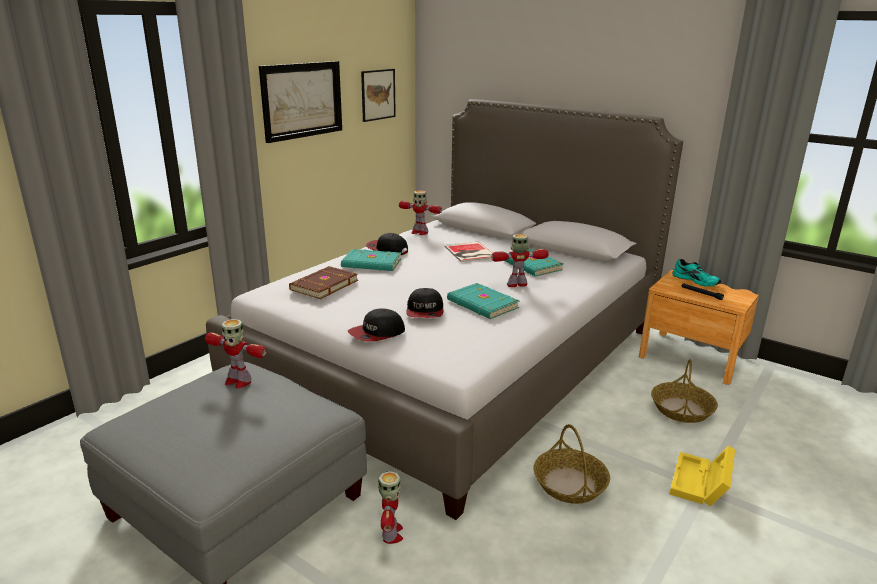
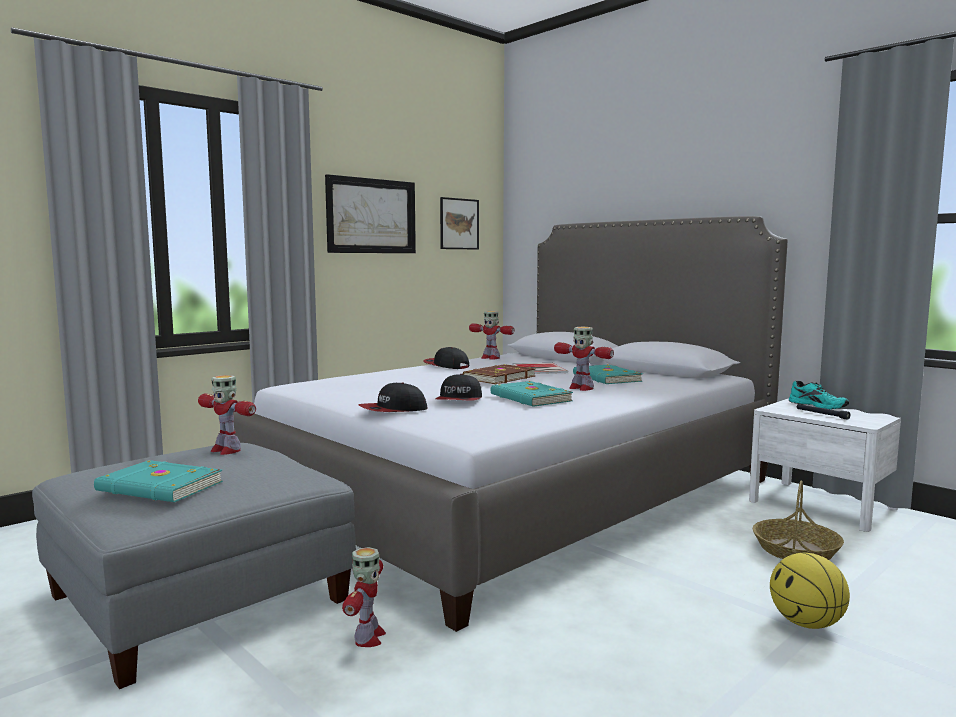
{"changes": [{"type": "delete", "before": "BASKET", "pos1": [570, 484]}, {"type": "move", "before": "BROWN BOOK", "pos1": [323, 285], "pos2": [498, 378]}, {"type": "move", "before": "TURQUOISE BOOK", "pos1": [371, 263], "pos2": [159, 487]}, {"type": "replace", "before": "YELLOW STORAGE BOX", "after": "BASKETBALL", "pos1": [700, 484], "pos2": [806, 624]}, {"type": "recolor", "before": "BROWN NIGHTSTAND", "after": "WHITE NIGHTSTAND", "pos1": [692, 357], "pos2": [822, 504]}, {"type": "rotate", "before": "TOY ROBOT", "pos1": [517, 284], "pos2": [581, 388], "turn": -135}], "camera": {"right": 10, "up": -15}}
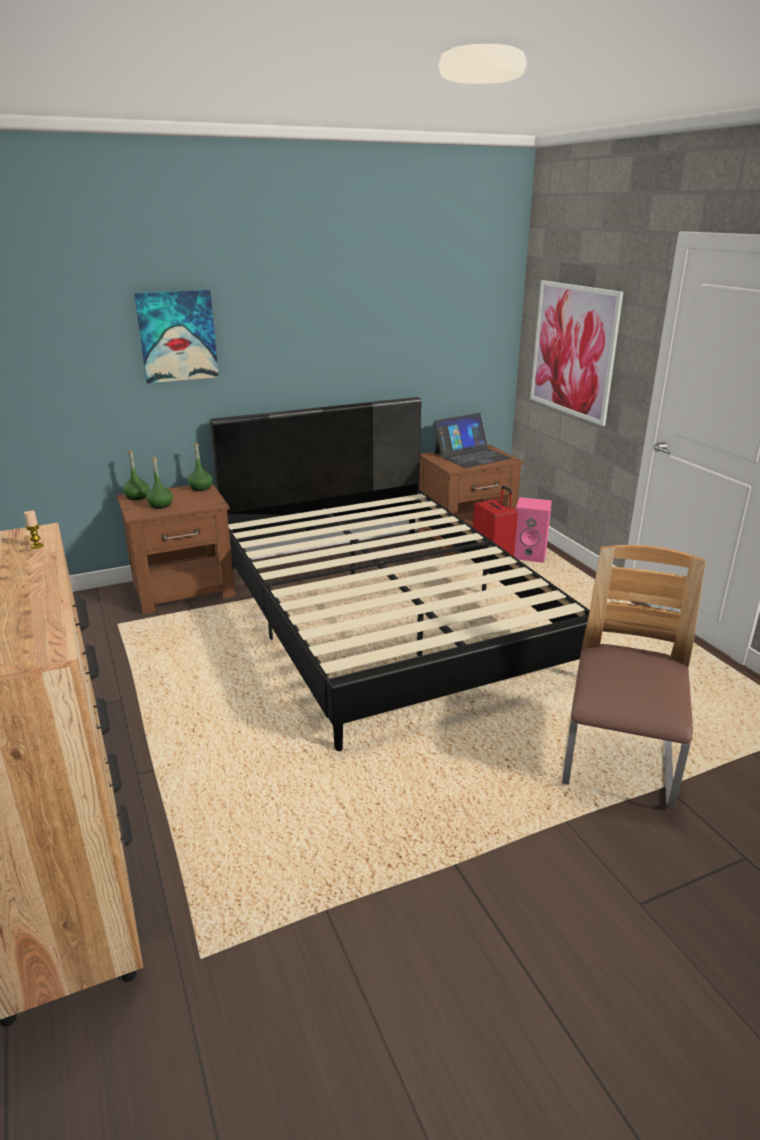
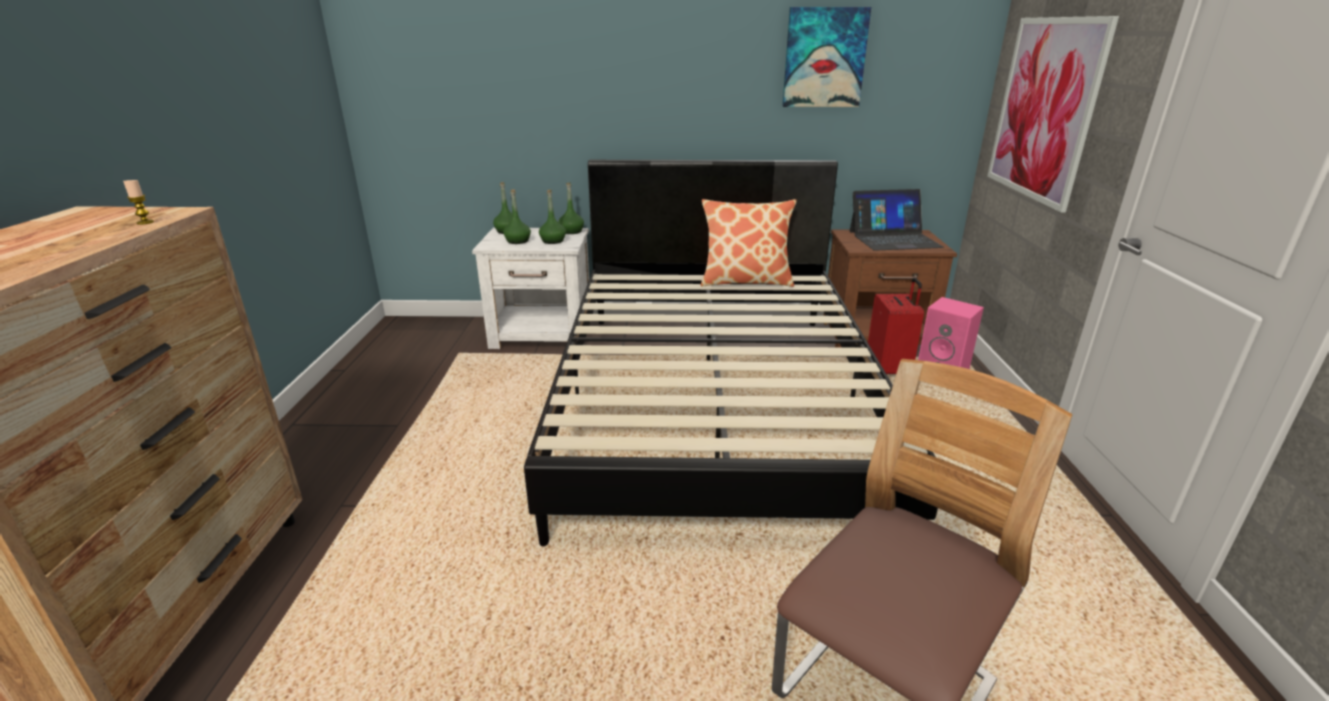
{"changes": [{"type": "insert", "after": "GREEN BOTTLE", "pos2": [553, 241]}, {"type": "insert", "after": "PILLOW", "pos2": [745, 281]}, {"type": "move", "before": "PICTURE", "pos1": [177, 336], "pos2": [824, 58]}, {"type": "recolor", "before": "BROWN NIGHTSTAND", "after": "WHITE NIGHTSTAND", "pos1": [185, 590], "pos2": [543, 334]}], "camera": {"right": 25, "up": 0}}
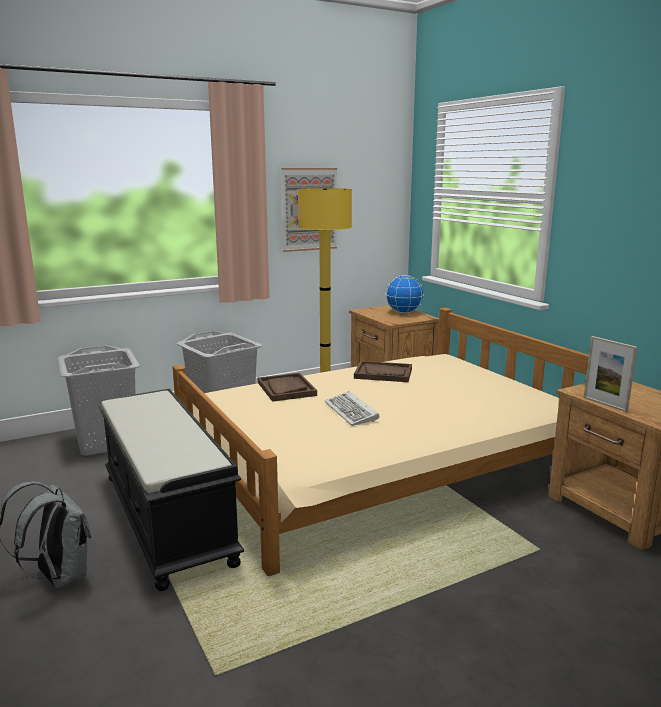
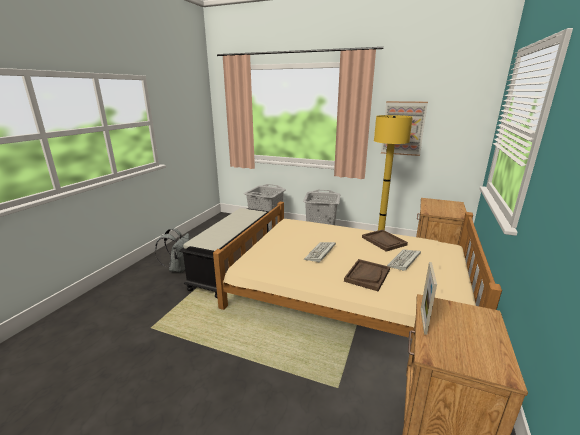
{"changes": [{"type": "delete", "before": "GLOBE", "pos1": [404, 312]}, {"type": "insert", "after": "KEYBOARD", "pos2": [404, 261]}, {"type": "move", "before": "BROWN TRAY", "pos1": [286, 389], "pos2": [367, 275]}], "camera": {"right": 50, "up": 5}}
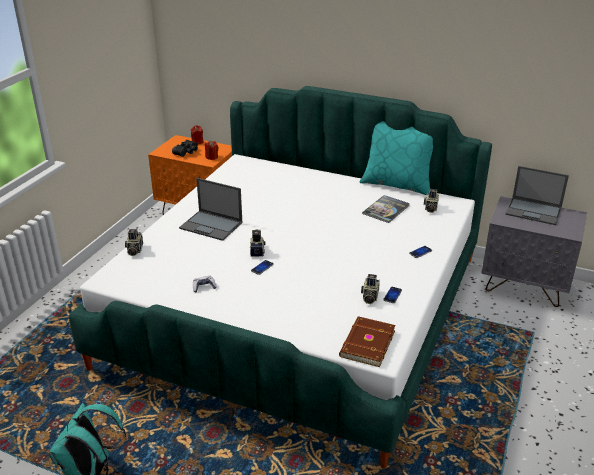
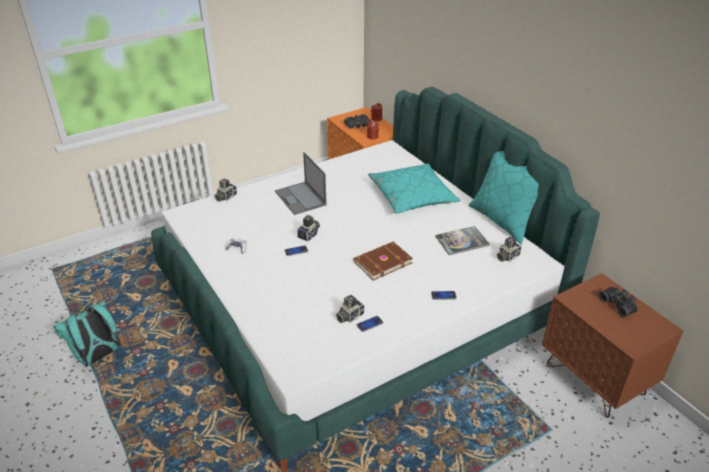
{"changes": [{"type": "insert", "after": "TURQUOISE PILLOW", "pos2": [412, 196]}, {"type": "move", "before": "BROWN BOOK", "pos1": [366, 343], "pos2": [382, 262]}, {"type": "replace", "before": "LAPTOP", "after": "BLACK BINOCULARS", "pos1": [534, 211], "pos2": [619, 304]}, {"type": "recolor", "before": "GREY NIGHTSTAND", "after": "BROWN NIGHTSTAND", "pos1": [525, 286], "pos2": [595, 380]}], "camera": {"right": 35, "up": 5}}
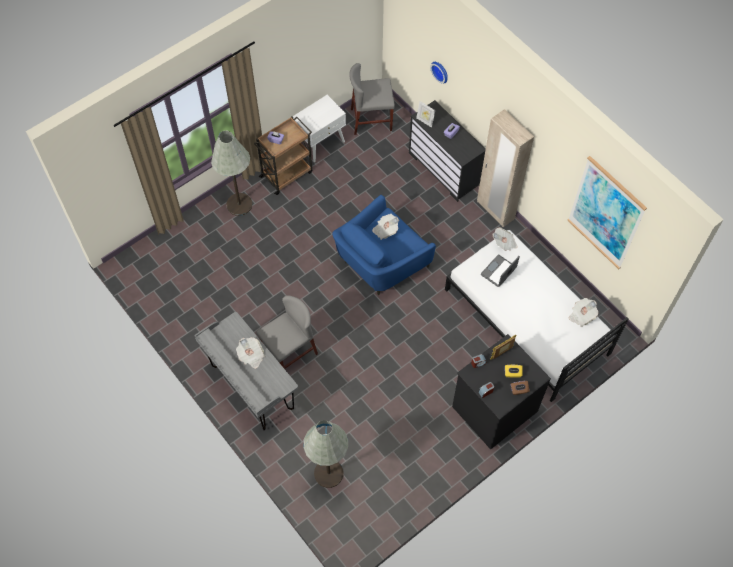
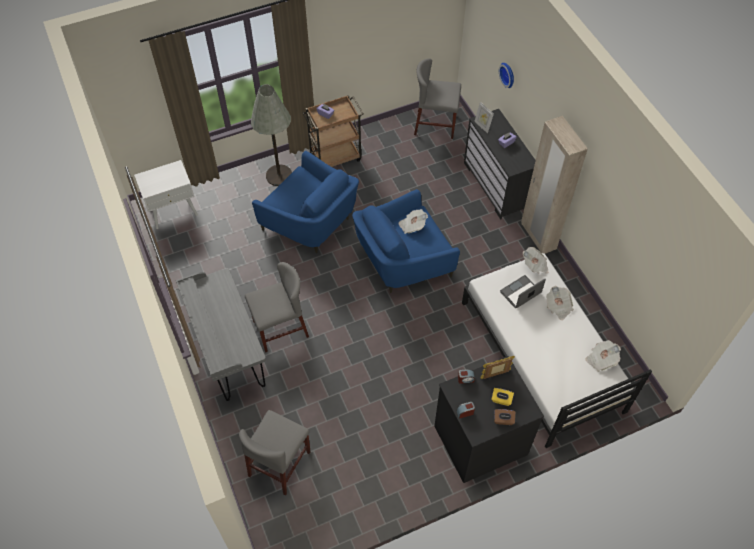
{"changes": [{"type": "delete", "before": "PICTURE", "pos1": [605, 213]}, {"type": "insert", "after": "BLUE ARMCHAIR", "pos2": [311, 223]}, {"type": "move", "before": "NEWSPAPER", "pos1": [251, 356], "pos2": [558, 307]}, {"type": "move", "before": "WHITE NIGHTSTAND", "pos1": [321, 142], "pos2": [173, 210]}, {"type": "replace", "before": "GREY FLOOR LAMP", "after": "GREY CHAIR", "pos1": [328, 473], "pos2": [279, 463]}], "camera": {"right": 15, "up": -5}}
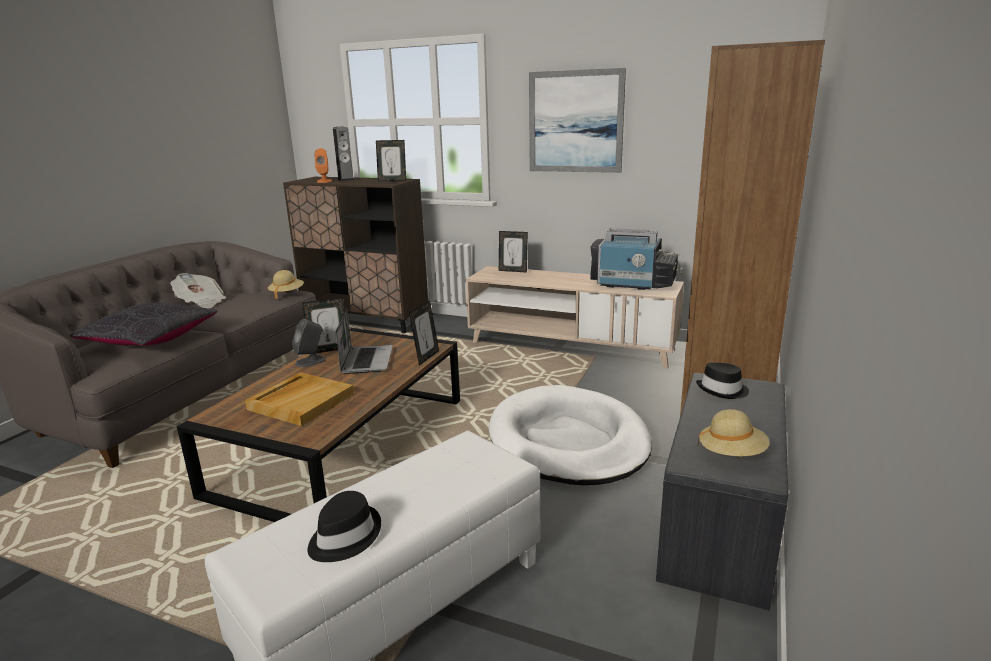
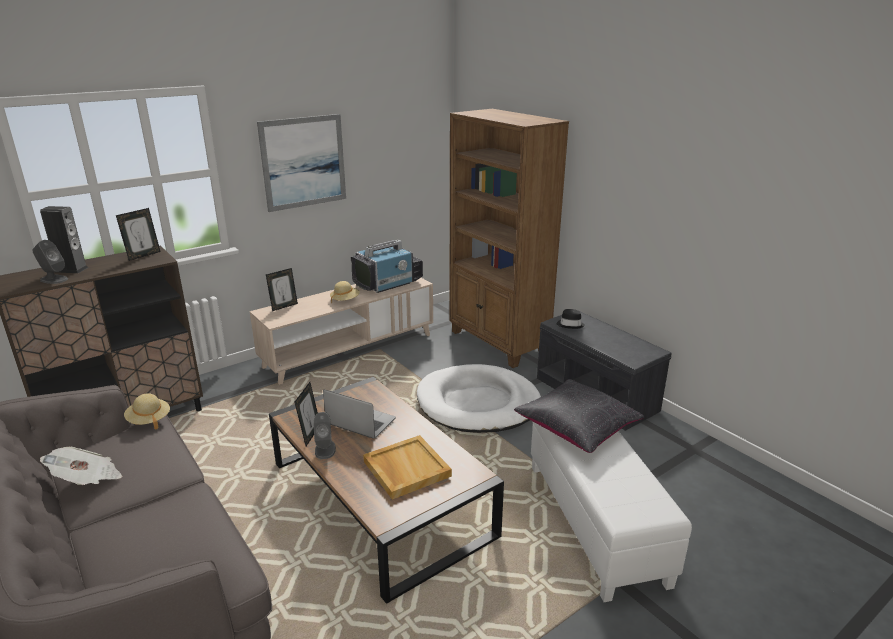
{"changes": [{"type": "delete", "before": "BLACK HAT", "pos1": [344, 537]}, {"type": "delete", "before": "PICTURE FRAME", "pos1": [426, 357]}, {"type": "move", "before": "BLACK PILLOW", "pos1": [150, 339], "pos2": [577, 427]}, {"type": "move", "before": "BEIGE HAT", "pos1": [732, 453], "pos2": [345, 300]}, {"type": "recolor", "before": "ORANGE SPEAKER", "after": "GREY SPEAKER", "pos1": [324, 181], "pos2": [53, 279]}], "camera": {"right": -60, "up": 5}}
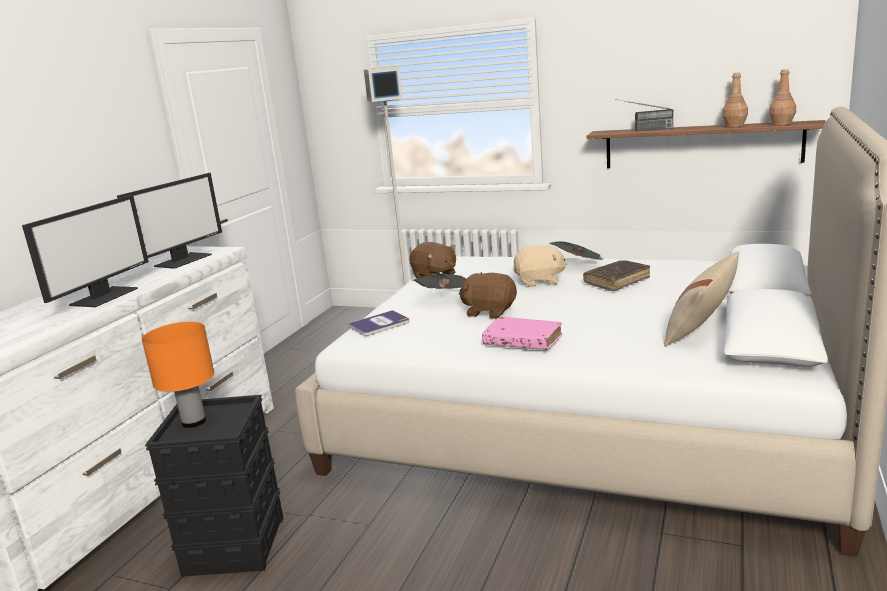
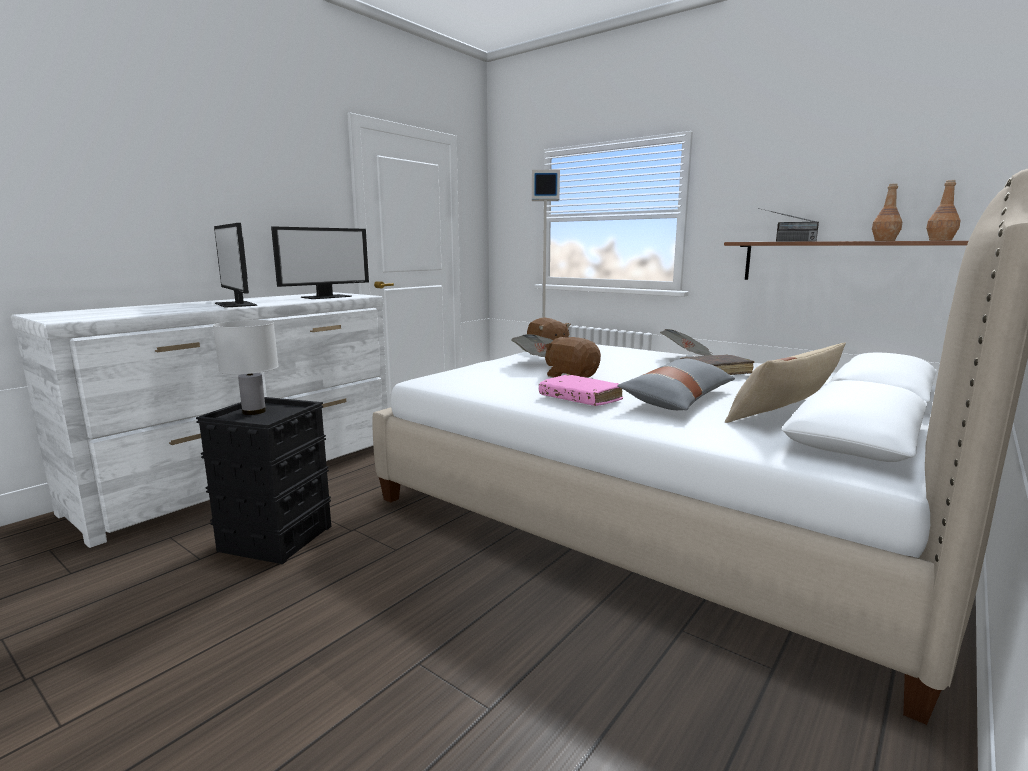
{"changes": [{"type": "delete", "before": "BOOK", "pos1": [379, 324]}, {"type": "delete", "before": "BEIGE PLUSH TOY", "pos1": [539, 281]}, {"type": "insert", "after": "GREY PILLOW", "pos2": [678, 399]}, {"type": "recolor", "before": "ORANGE TABLE LAMP", "after": "WHITE TABLE LAMP", "pos1": [194, 421], "pos2": [254, 411]}, {"type": "rotate", "before": "MONITOR", "pos1": [104, 296], "pos2": [237, 304], "turn": 105}], "camera": {"right": 15, "up": -5}}
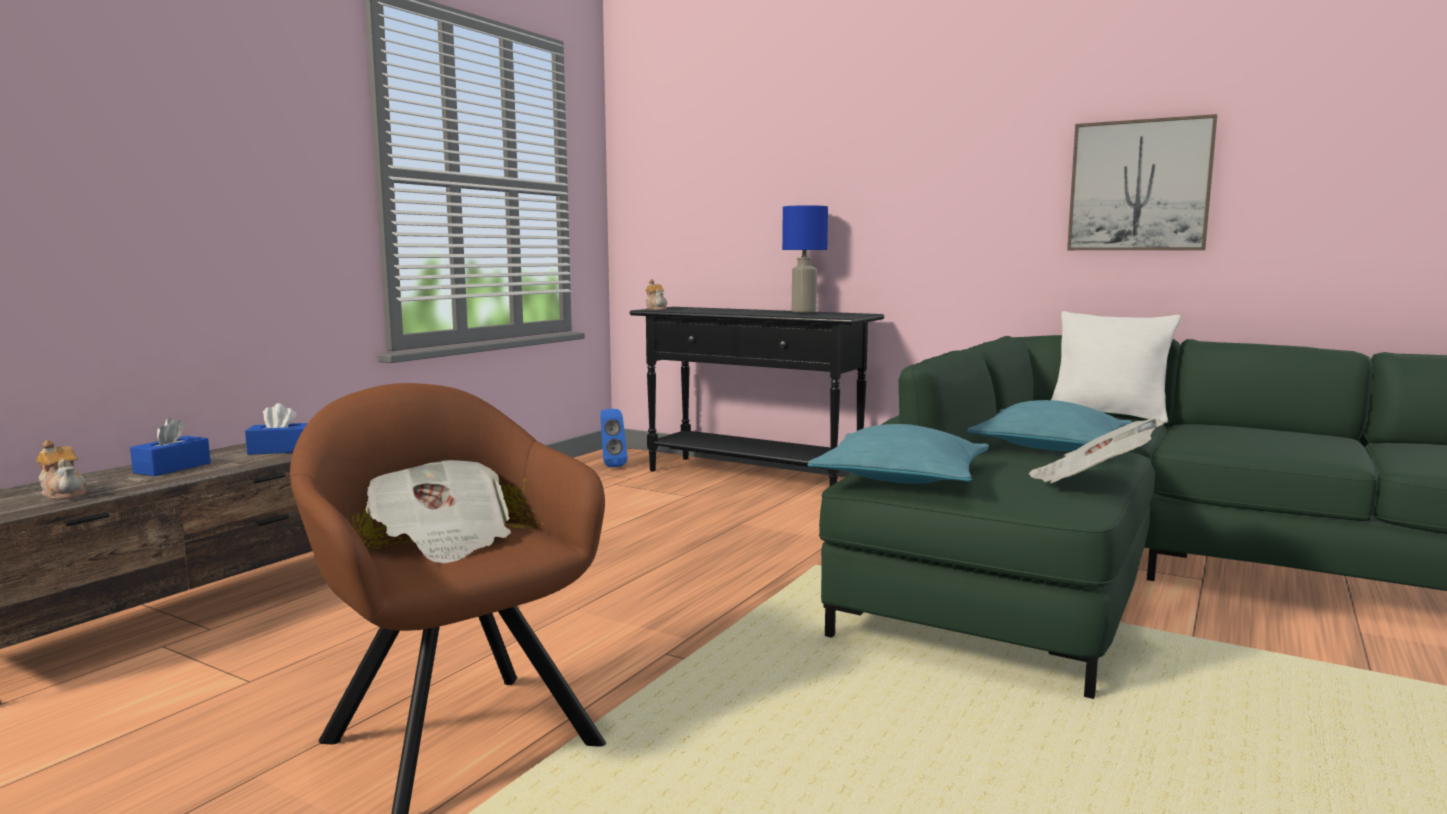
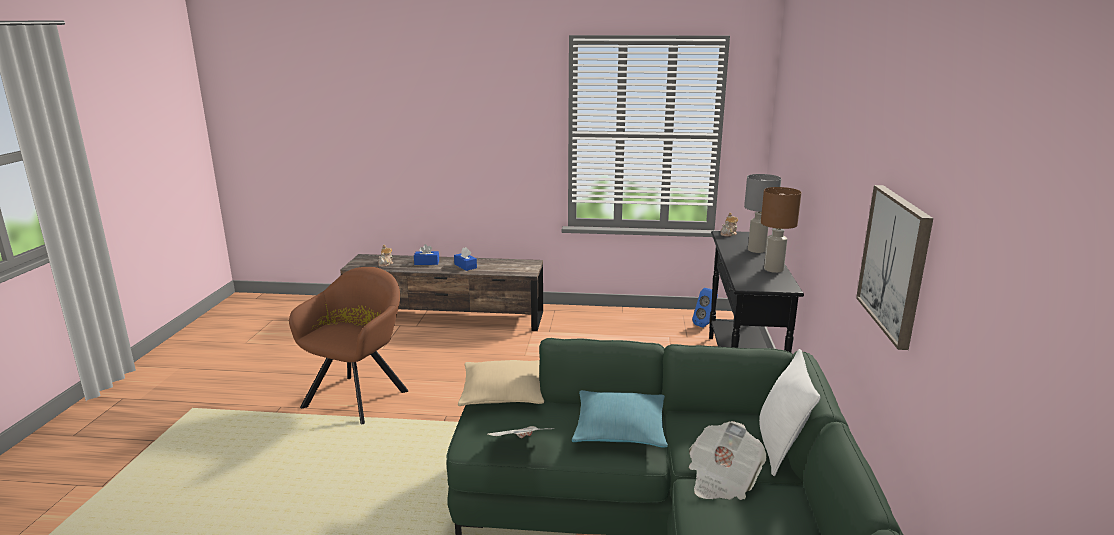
{"changes": [{"type": "insert", "after": "GREY TABLE LAMP", "pos2": [756, 250]}, {"type": "move", "before": "NEWSPAPER", "pos1": [441, 540], "pos2": [722, 479]}, {"type": "recolor", "before": "BLUE TABLE LAMP", "after": "BROWN TABLE LAMP", "pos1": [804, 312], "pos2": [773, 270]}, {"type": "recolor", "before": "TURQUOISE PILLOW", "after": "BEIGE PILLOW", "pos1": [901, 478], "pos2": [502, 393]}], "camera": {"right": 65, "up": 10}}
